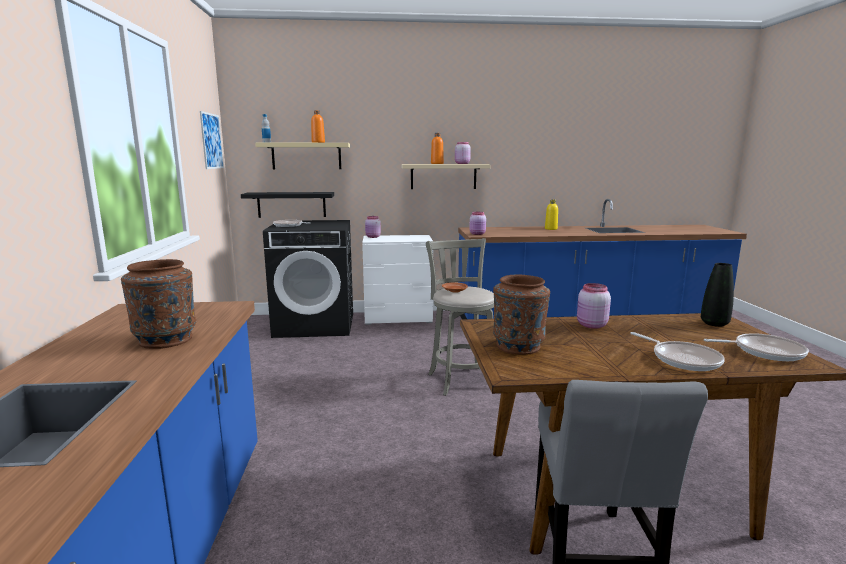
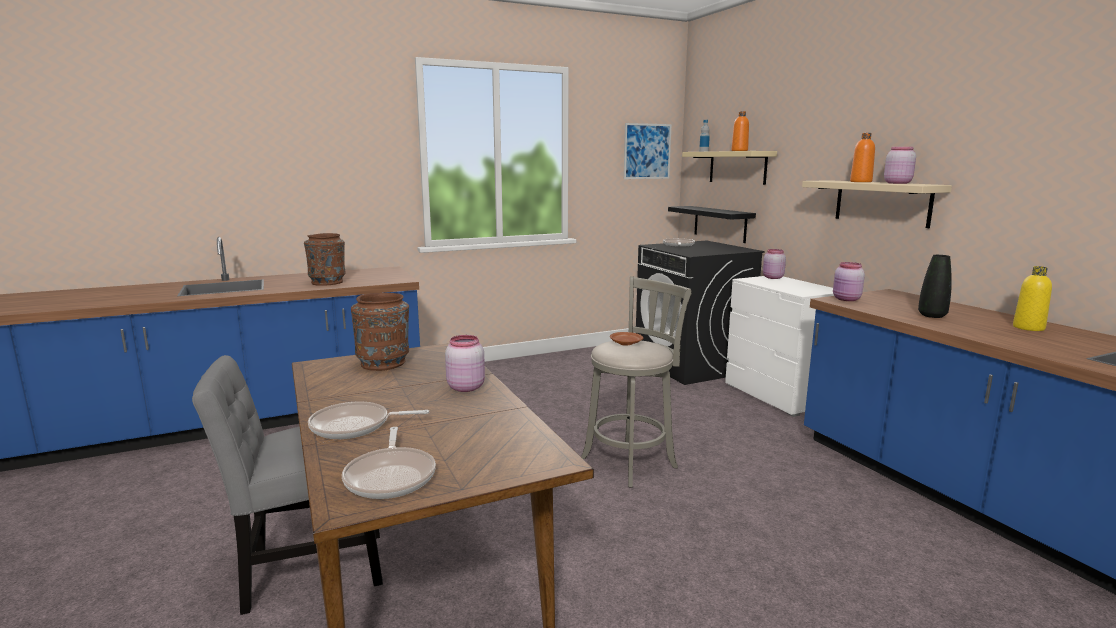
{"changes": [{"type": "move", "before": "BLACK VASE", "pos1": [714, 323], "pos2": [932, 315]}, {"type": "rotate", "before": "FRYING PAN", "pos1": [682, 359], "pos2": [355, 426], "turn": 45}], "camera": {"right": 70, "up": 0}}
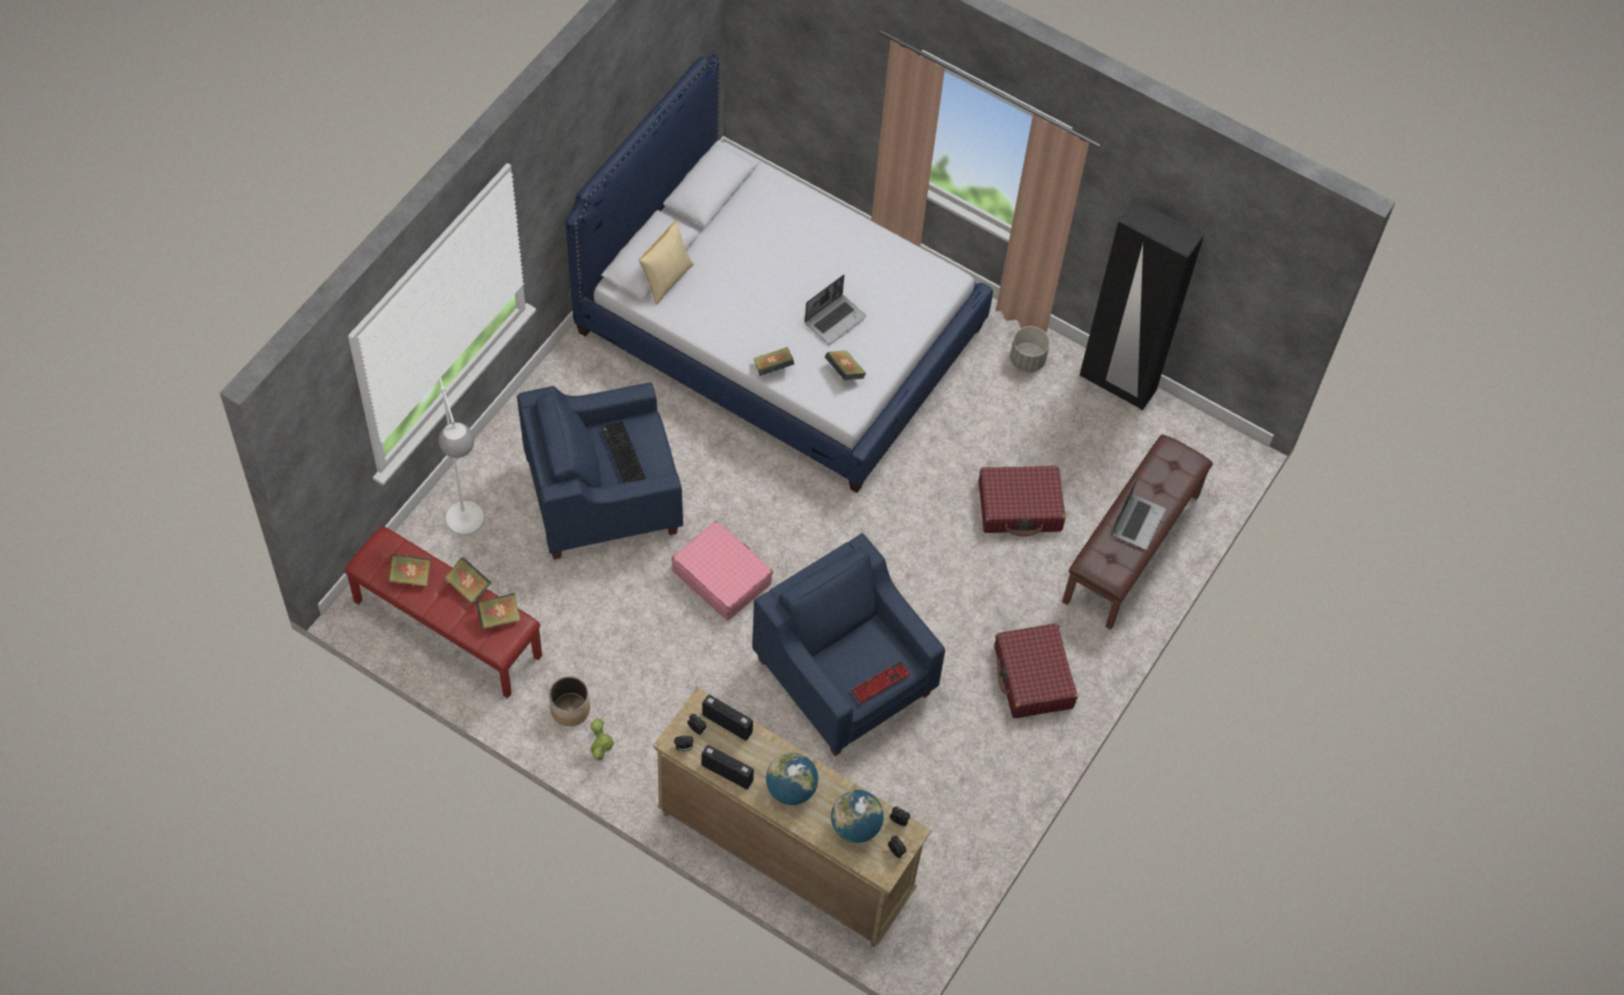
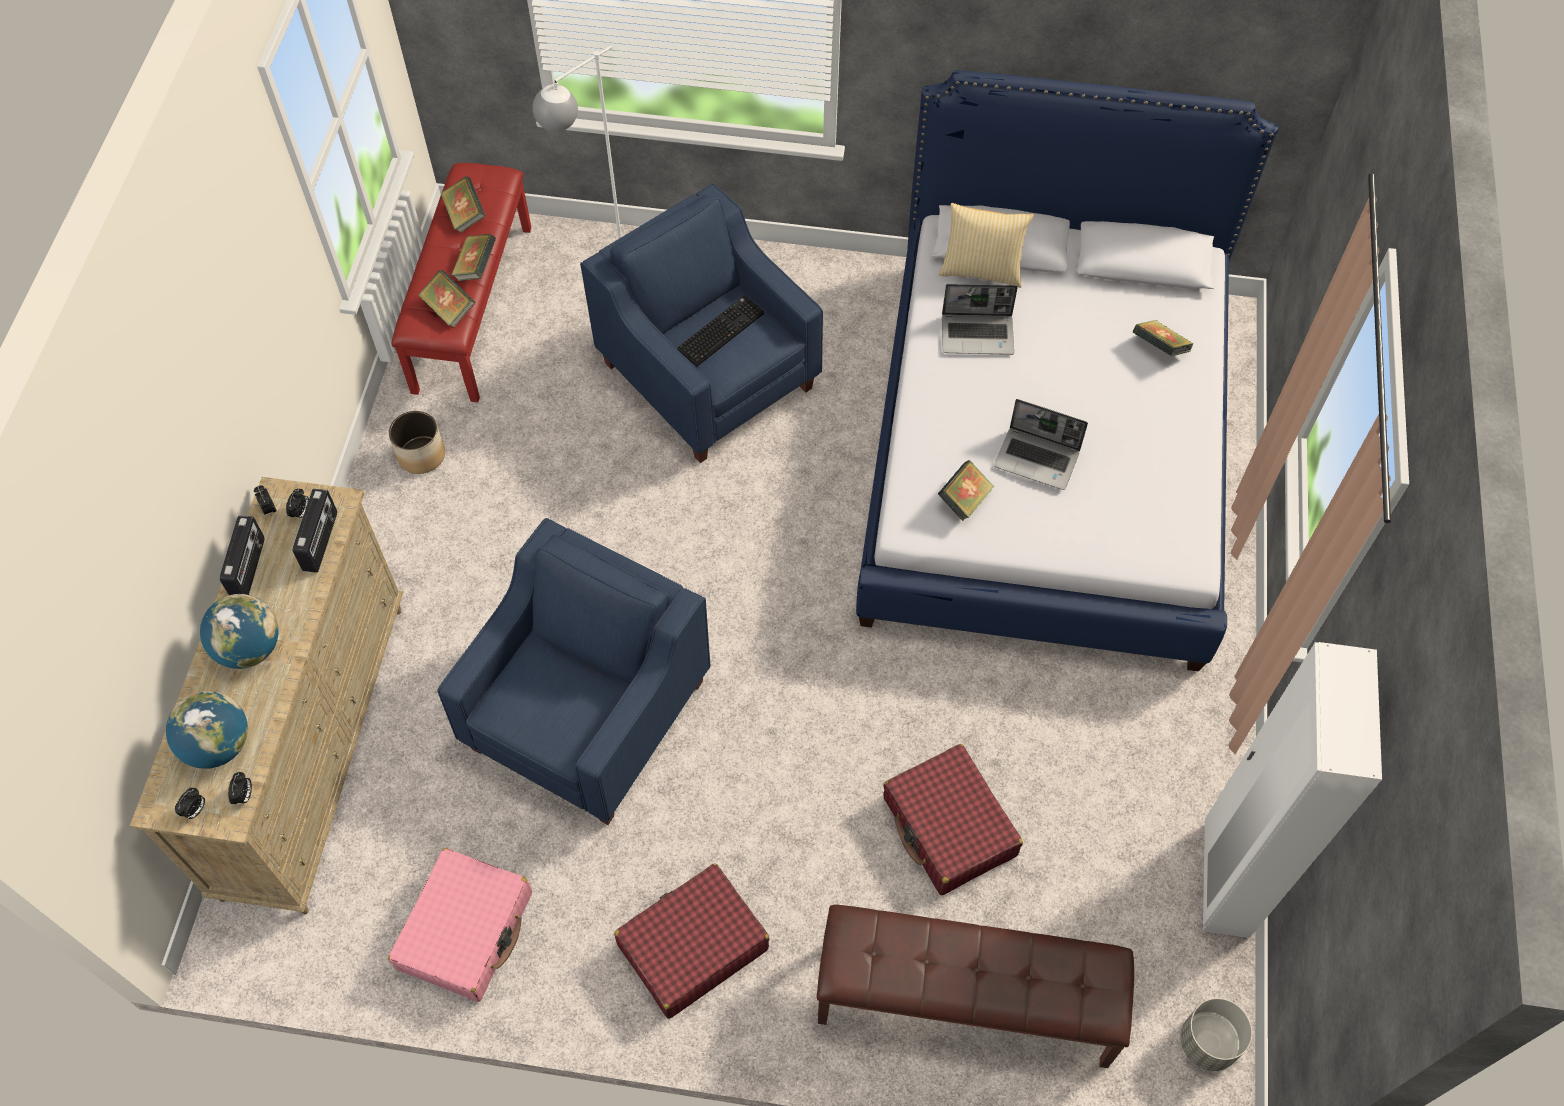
{"changes": [{"type": "delete", "before": "POTTED PLANT", "pos1": [600, 753]}, {"type": "delete", "before": "KEYBOARD", "pos1": [880, 683]}, {"type": "move", "before": "PINK SUITCASE", "pos1": [721, 577], "pos2": [466, 930]}, {"type": "move", "before": "BOOK", "pos1": [773, 368], "pos2": [1159, 348]}, {"type": "move", "before": "GREY PLANTER", "pos1": [1027, 360], "pos2": [1208, 1042]}, {"type": "move", "before": "LAPTOP", "pos1": [1137, 521], "pos2": [978, 334]}, {"type": "recolor", "before": "BLACK WARDROBE", "after": "WHITE WARDROBE", "pos1": [1117, 384], "pos2": [1224, 879]}], "camera": {"right": 70, "up": 0}}
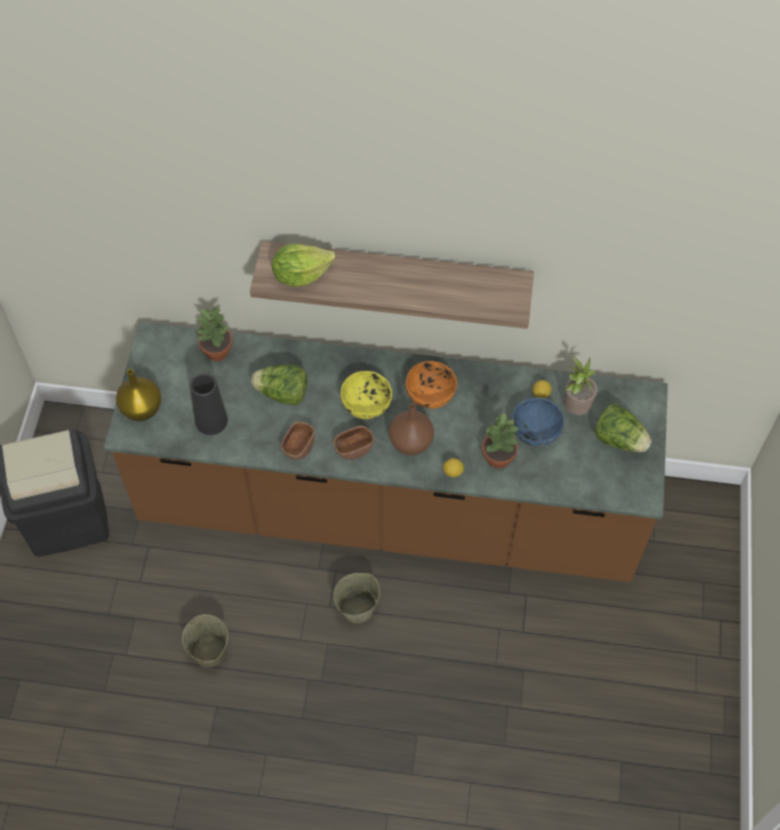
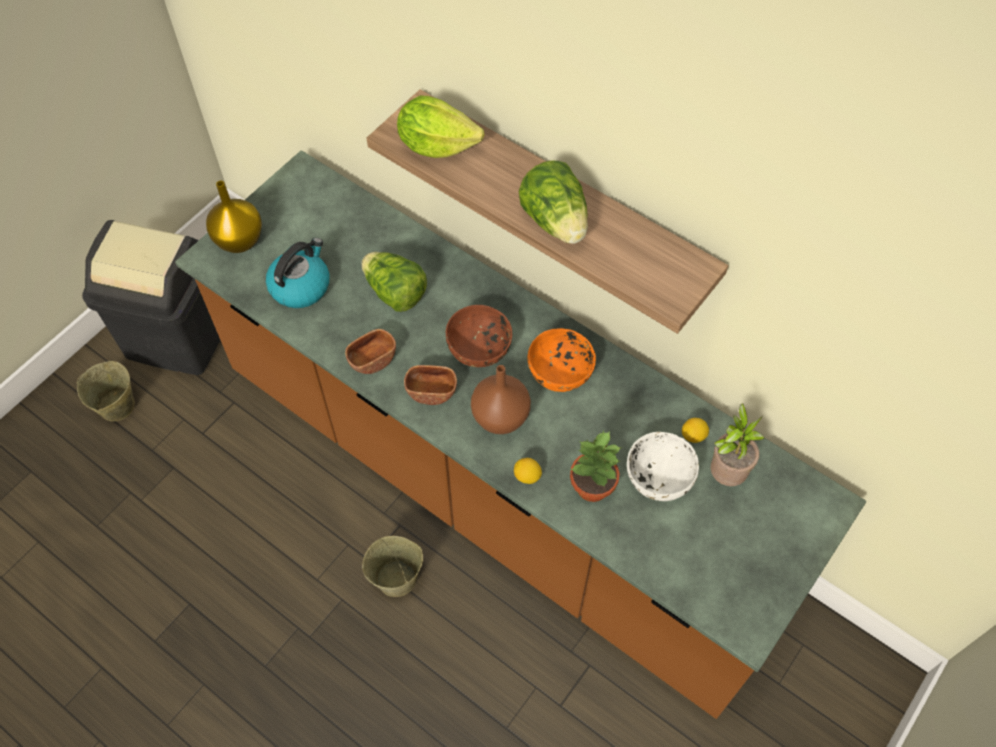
{"changes": [{"type": "delete", "before": "POTTED PLANT", "pos1": [217, 351]}, {"type": "move", "before": "BEIGE BUCKET", "pos1": [209, 652], "pos2": [116, 406]}, {"type": "move", "before": "LETTUCE", "pos1": [619, 439], "pos2": [555, 221]}, {"type": "replace", "before": "BLACK VASE", "after": "KETTLE", "pos1": [211, 420], "pos2": [300, 286]}, {"type": "recolor", "before": "YELLOW BOWL", "after": "BROWN BOWL", "pos1": [366, 404], "pos2": [479, 348]}, {"type": "recolor", "before": "BLUE BOWL", "after": "WHITE BOWL", "pos1": [535, 430], "pos2": [658, 475]}], "camera": {"right": 30, "up": 0}}
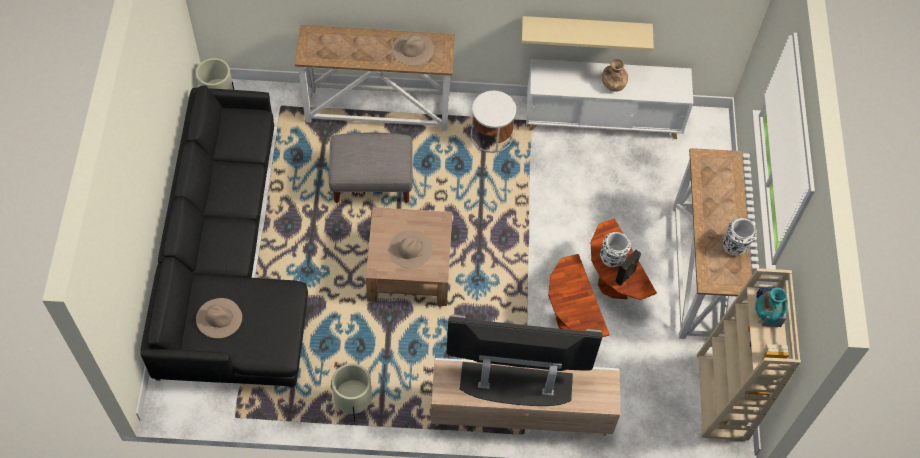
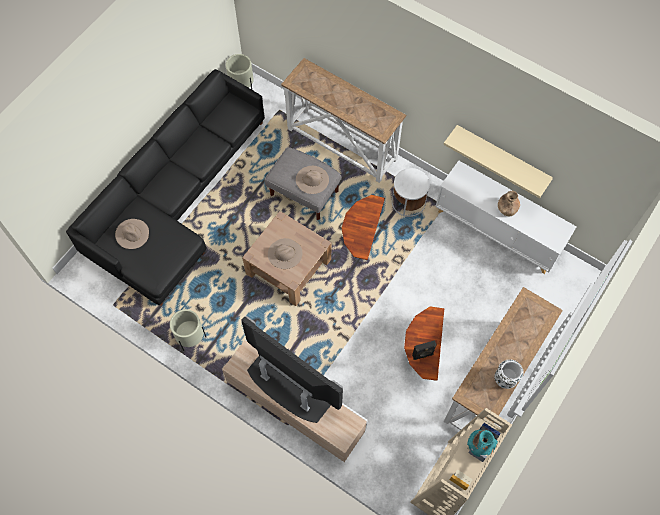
{"changes": [{"type": "delete", "before": "WHITE VASE", "pos1": [612, 258]}, {"type": "move", "before": "BEIGE HAT", "pos1": [413, 49], "pos2": [312, 179]}, {"type": "move", "before": "BROWN SIDE TABLE", "pos1": [569, 320], "pos2": [360, 241]}], "camera": {"right": 35, "up": 5}}
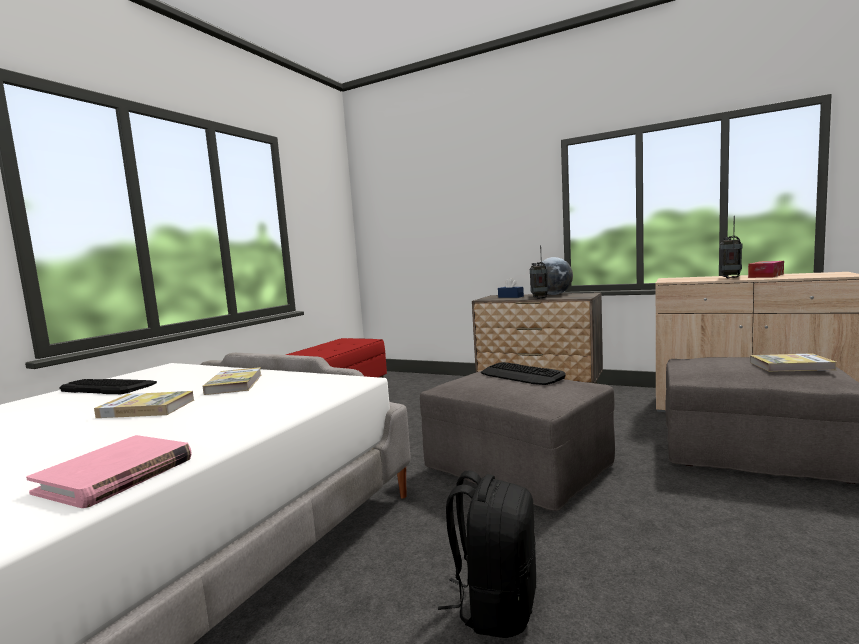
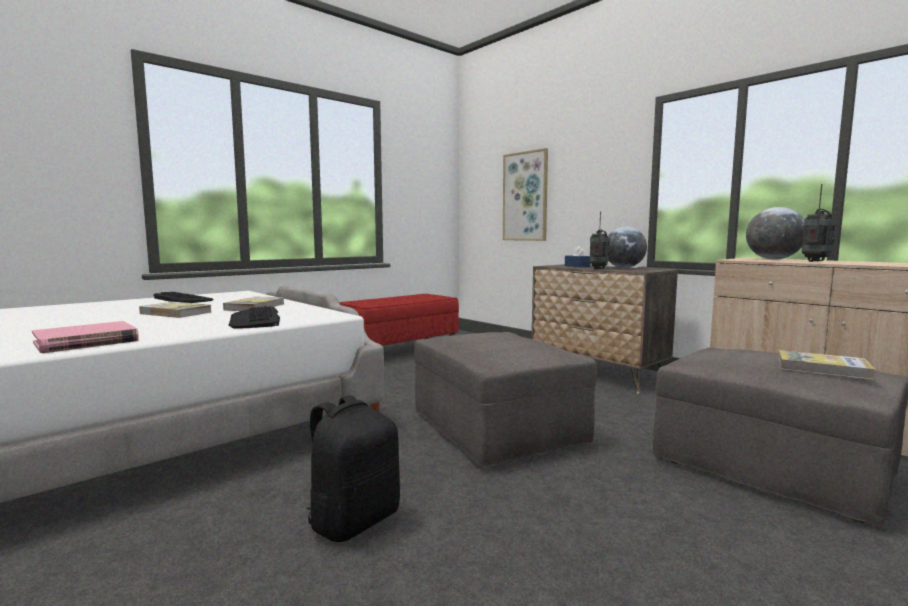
{"changes": [{"type": "delete", "before": "TISSUE BOX", "pos1": [766, 275]}, {"type": "insert", "after": "PICTURE", "pos2": [525, 196]}, {"type": "insert", "after": "GLOBE", "pos2": [773, 259]}, {"type": "move", "before": "KEYBOARD", "pos1": [521, 375], "pos2": [255, 319]}], "camera": {"right": 20, "up": 0}}
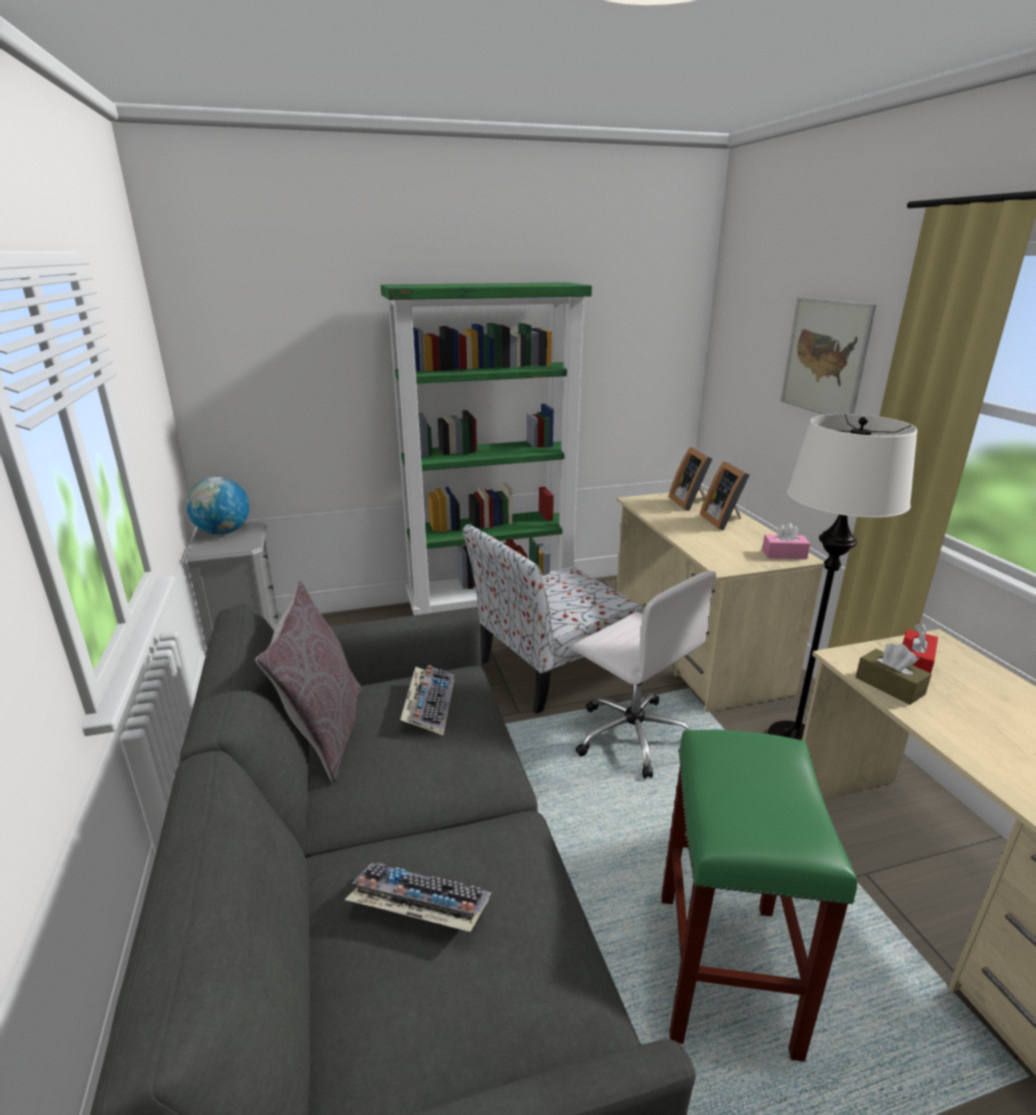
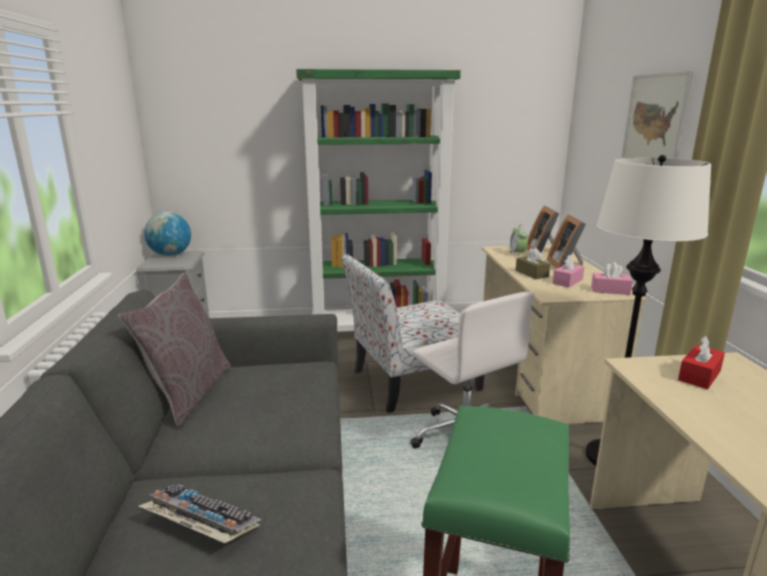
{"changes": [{"type": "delete", "before": "KEYBOARD", "pos1": [429, 705]}, {"type": "insert", "after": "ALARM CLOCK", "pos2": [517, 254]}, {"type": "insert", "after": "PINK TISSUE BOX", "pos2": [567, 281]}, {"type": "move", "before": "BROWN TISSUE BOX", "pos1": [889, 686], "pos2": [531, 273]}], "camera": {"right": 10, "up": -5}}
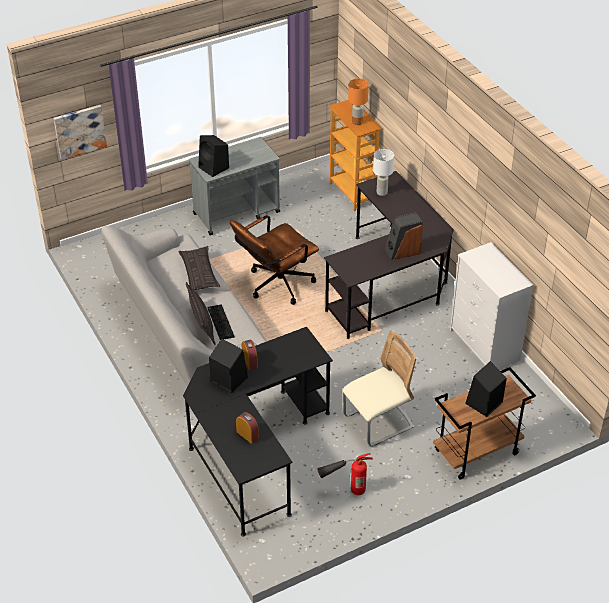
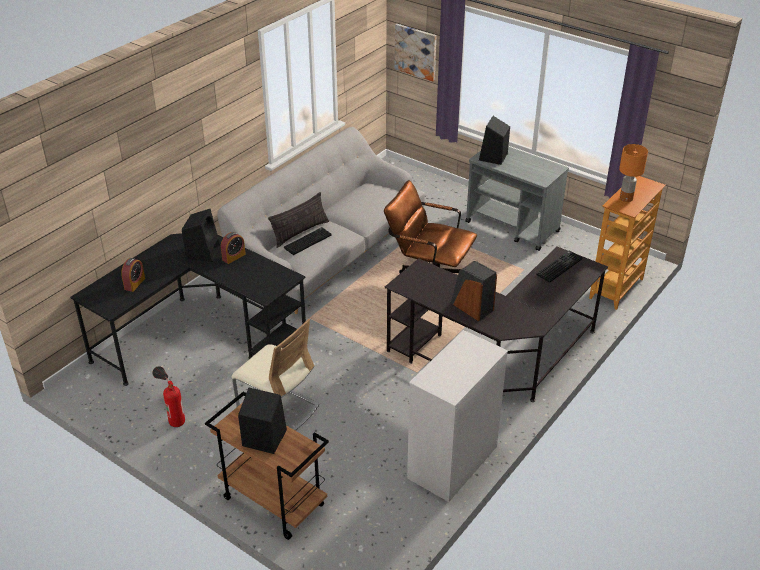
{"changes": [{"type": "delete", "before": "PILLOW", "pos1": [199, 272]}, {"type": "replace", "before": "WHITE TABLE LAMP", "after": "KEYBOARD", "pos1": [381, 192], "pos2": [559, 266]}], "camera": {"right": 65, "up": -5}}
